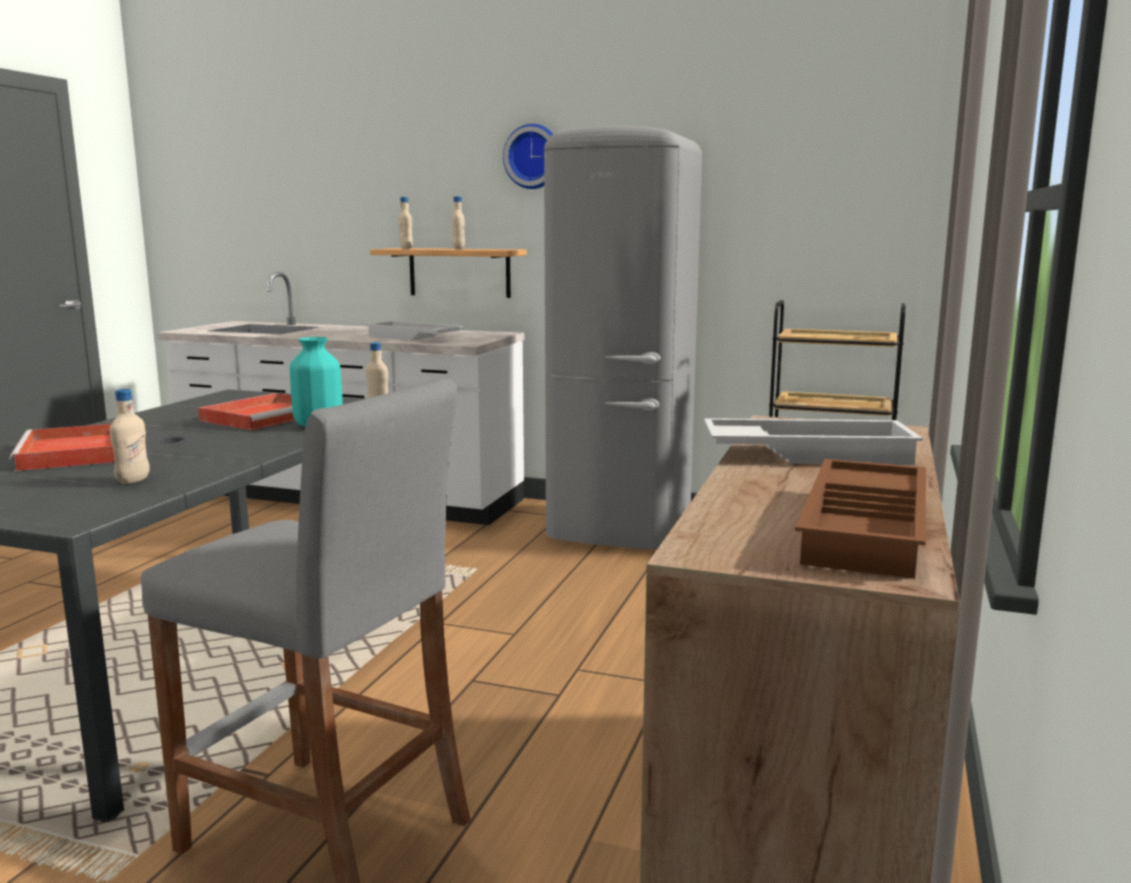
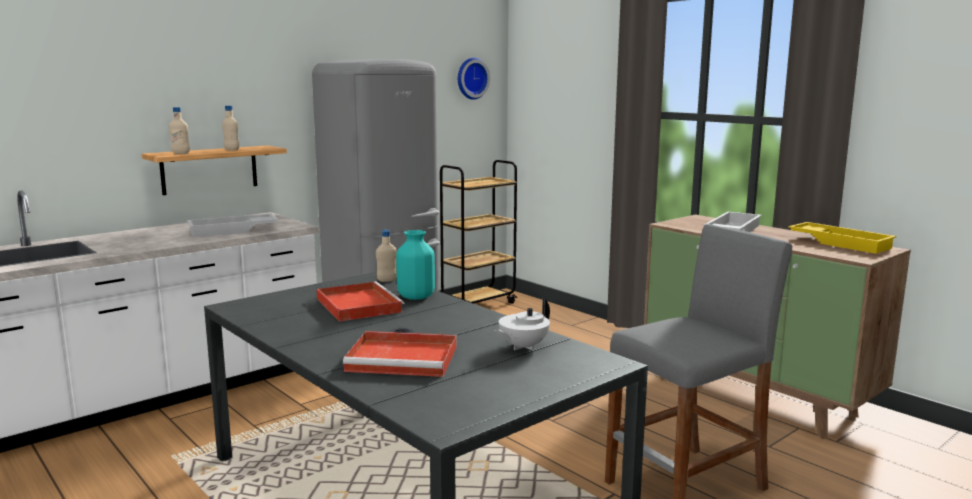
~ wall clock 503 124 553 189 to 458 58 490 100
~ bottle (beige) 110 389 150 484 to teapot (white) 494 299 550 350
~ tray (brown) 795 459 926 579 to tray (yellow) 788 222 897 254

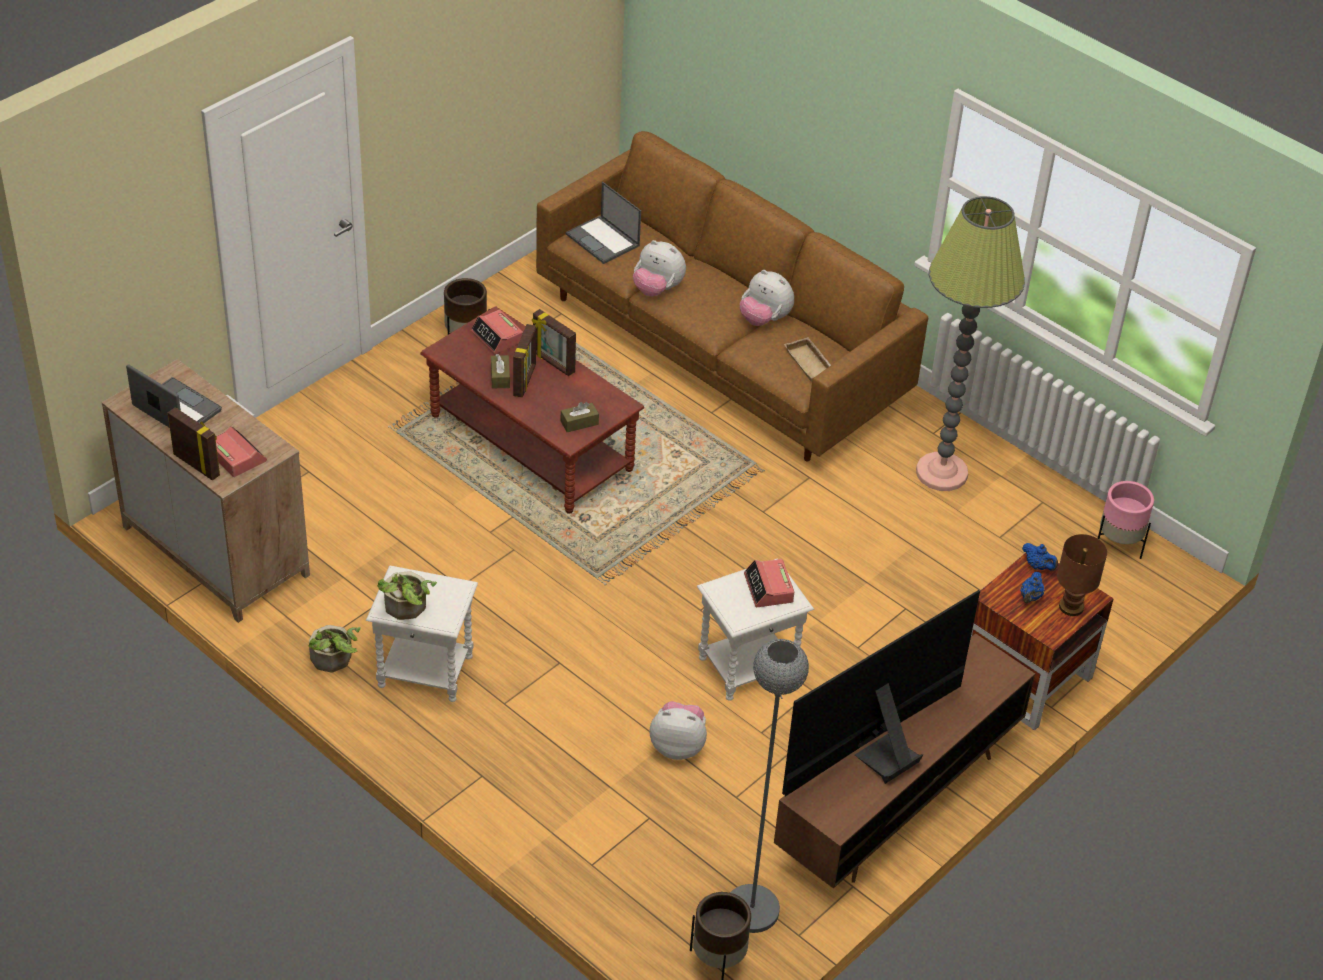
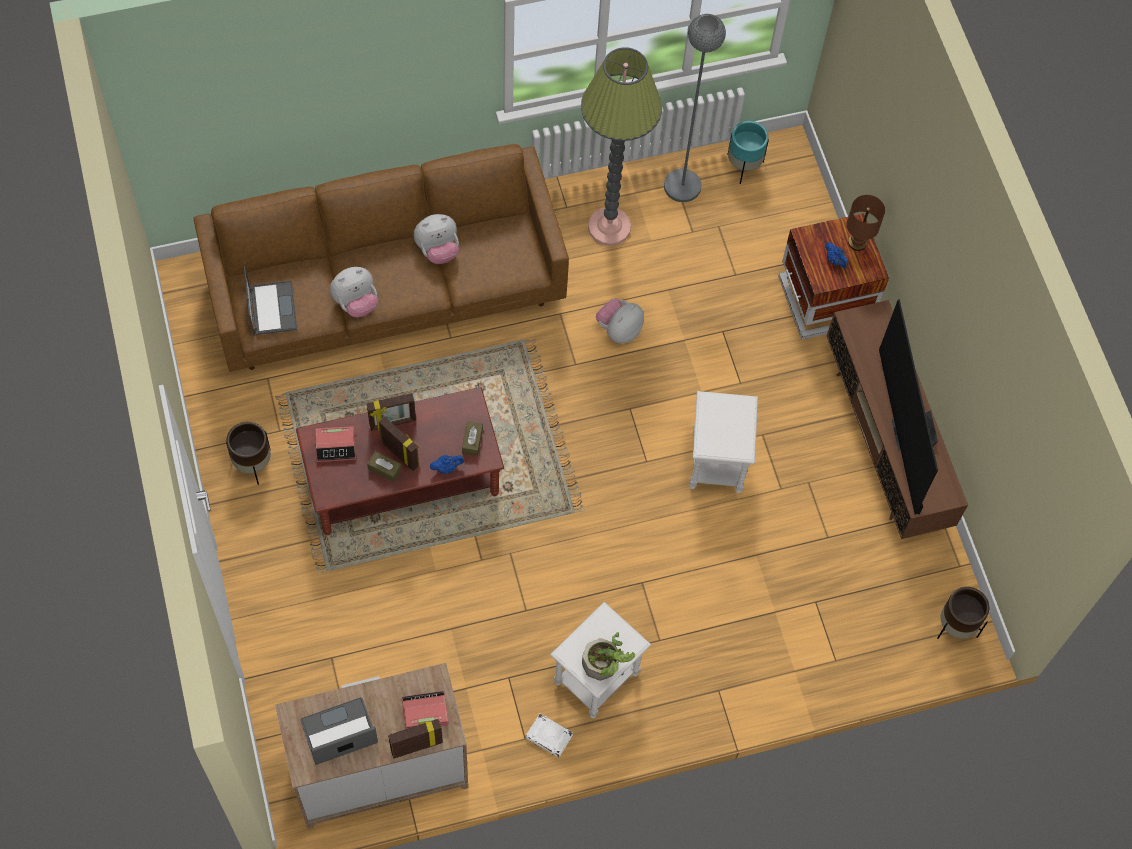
- alarm clock 744 559 794 607
- tray (beige) 784 337 831 382
~ plush toy 650 701 707 760 to 596 298 644 344
~ floor lamp (grey) 730 639 809 933 to 664 14 726 202
~ teapot (blue) 1022 543 1058 571 to 430 455 464 474
~ potted plant 309 625 361 673 to book (white) 525 714 573 758
~ planter (pink) 1098 481 1154 559 to planter (turquoise) 727 121 769 184
~ laptop 566 182 641 264 = 244 266 297 335 90 degrees counterclockwise

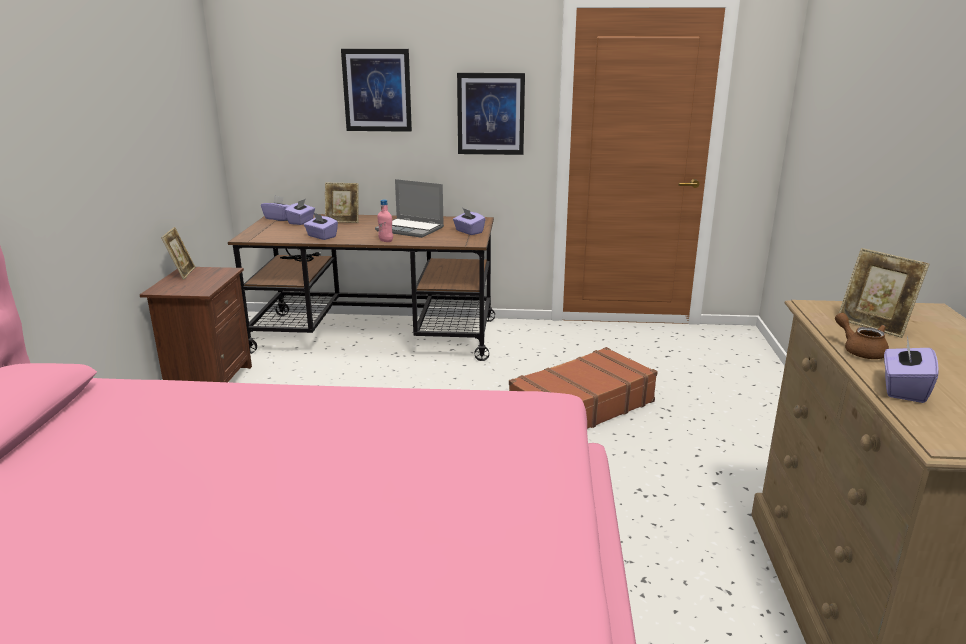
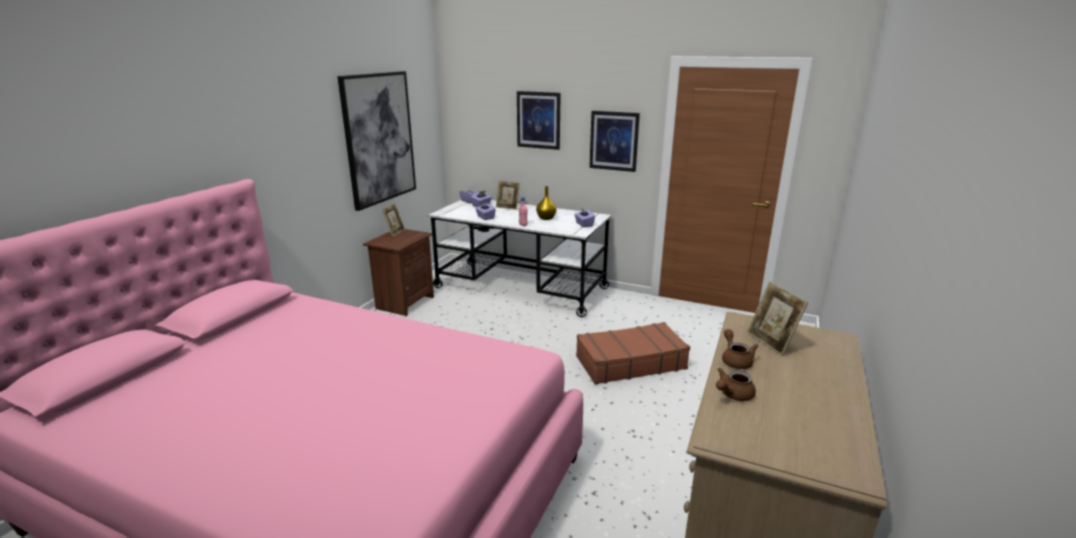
+ picture 337 71 416 211
~ laptop 375 179 444 238 to vase (yellow) 536 186 557 220
~ tissue box (purple) 884 335 939 403 to teapot (brown) 716 368 756 401
~ desk (brown) 228 214 495 361 to desk (white) 428 200 612 317

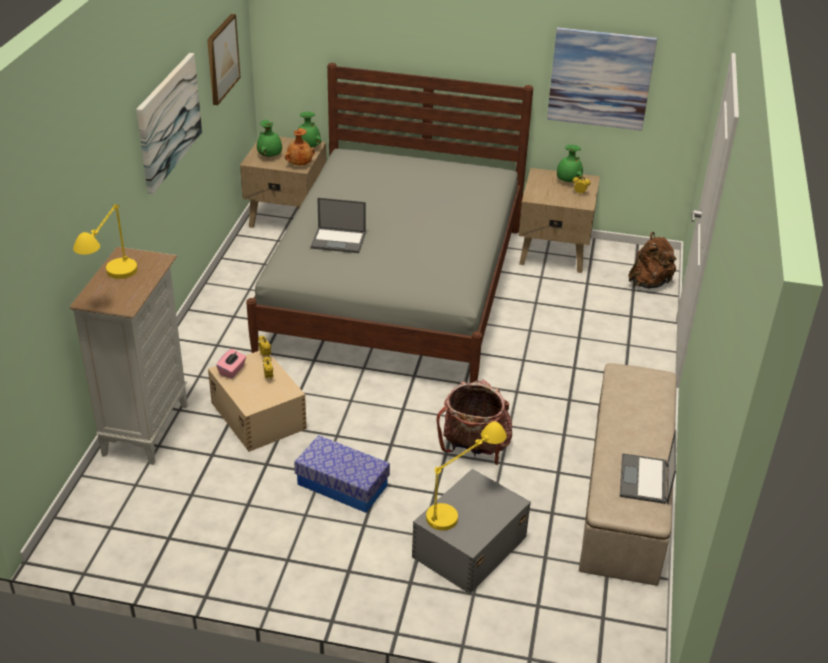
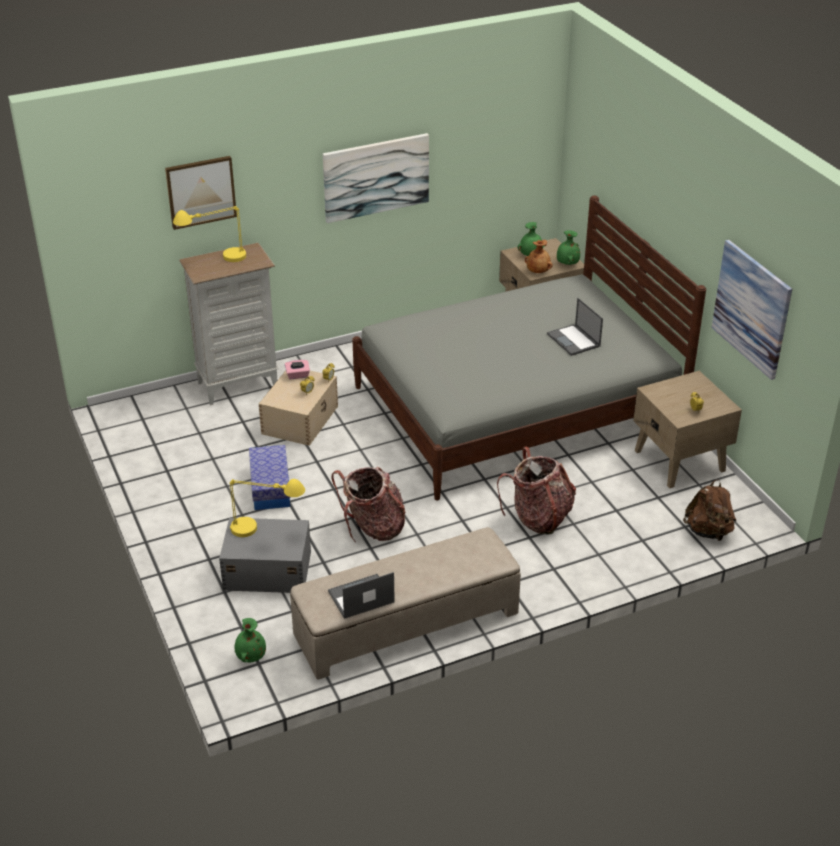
+ backpack 497 446 576 535
~ picture 207 14 241 105 to 165 156 237 230
~ laptop 311 198 366 253 to 547 298 603 356
~ vase (green) 557 145 583 182 to 234 618 266 662

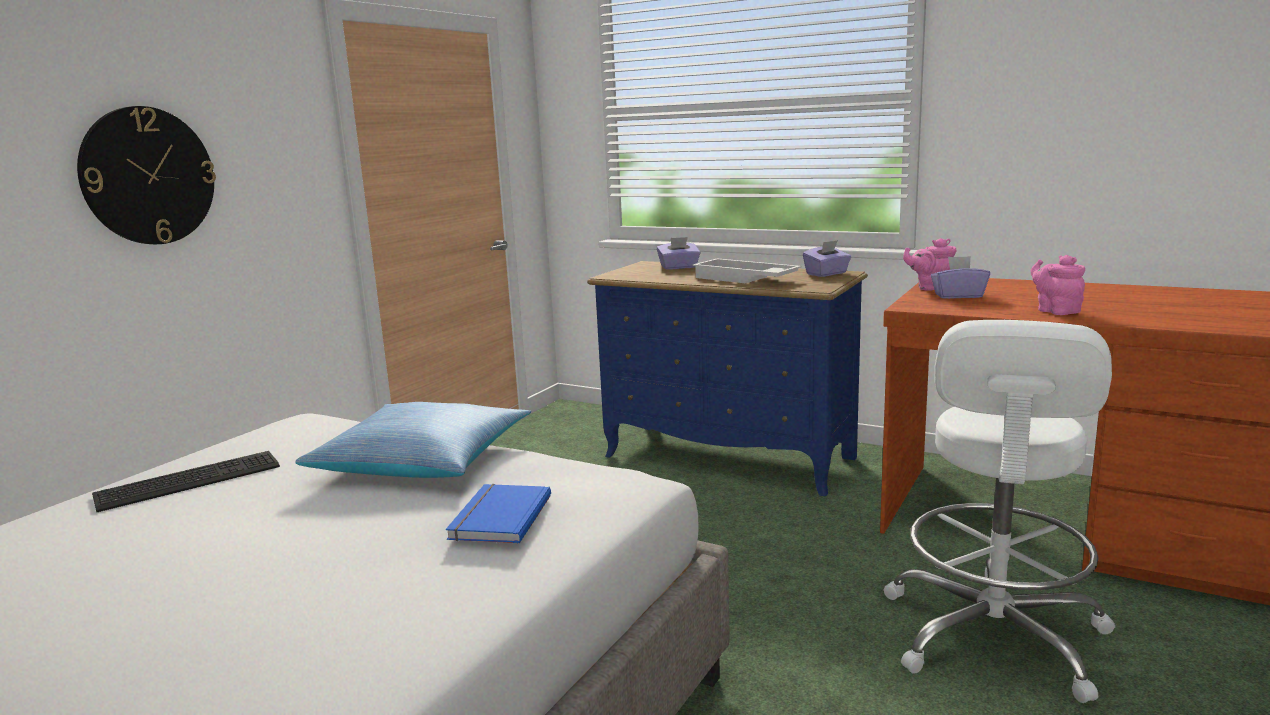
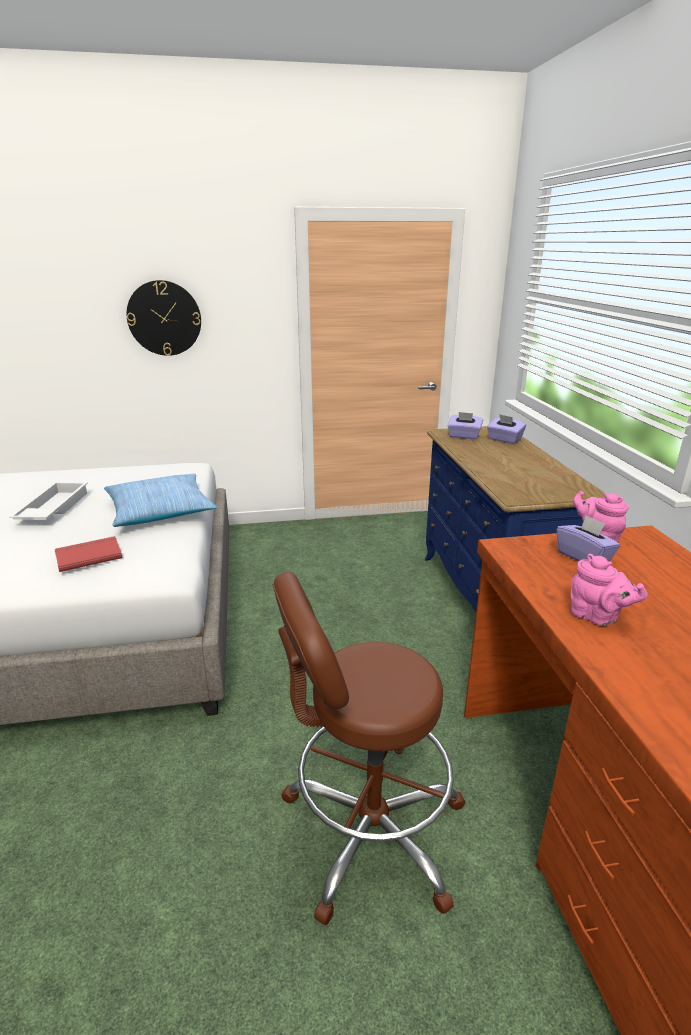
- keyboard 92 451 280 512
~ tray (white) 692 258 801 283 to 9 482 88 520
~ tissue box (purple) 803 240 851 277 to 448 412 483 439
~ book (blue) 446 484 551 544 to book (red) 55 536 122 572
~ stool (white) 884 320 1115 703 to stool (brown) 272 572 465 925
~ teapot (pink) 1031 255 1085 315 = 570 554 648 626 105 degrees clockwise

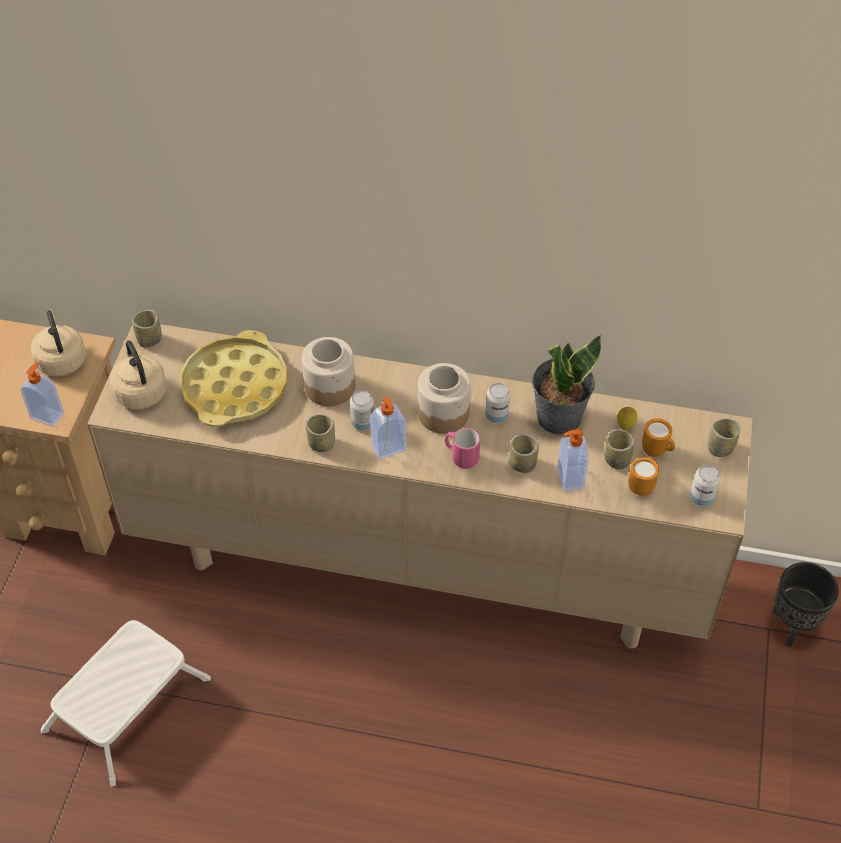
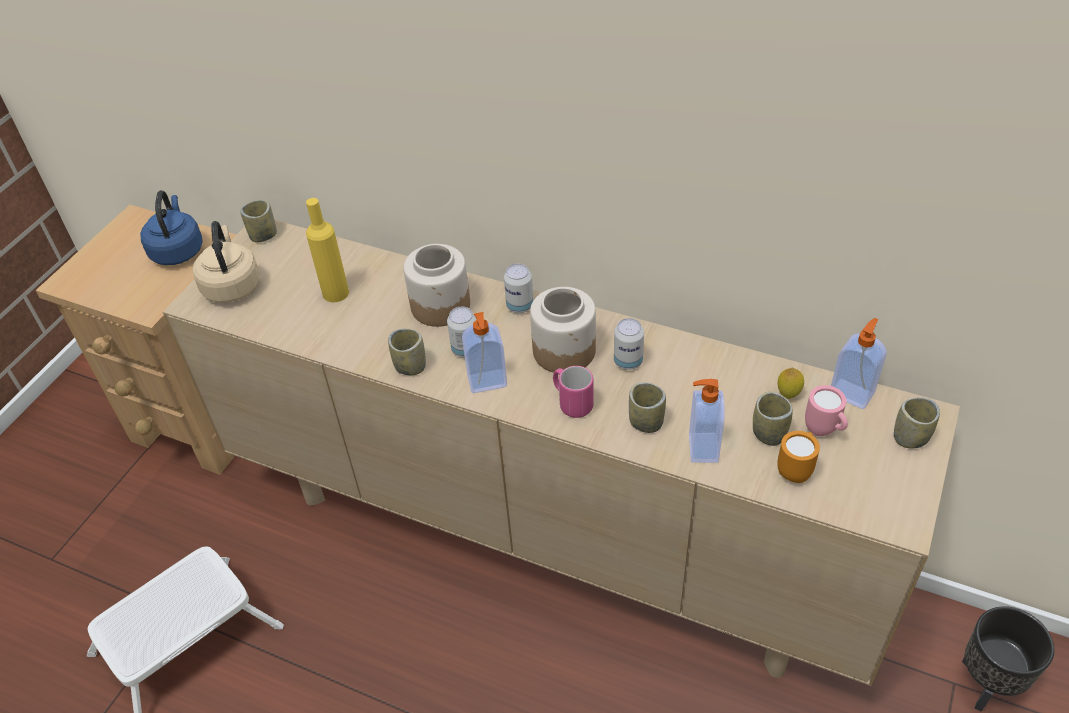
- potted plant 532 335 601 435
~ soap dispenser 20 362 64 427 to 831 318 887 409
~ can 690 465 720 506 to 504 264 533 313
~ tray (yellow) 180 330 287 427 to bottle (yellow) 306 198 349 302
~ kettle (beige) 31 309 86 377 to kettle (blue) 140 190 203 265
~ mug (orange) 642 418 675 457 to mug (pink) 805 385 848 436

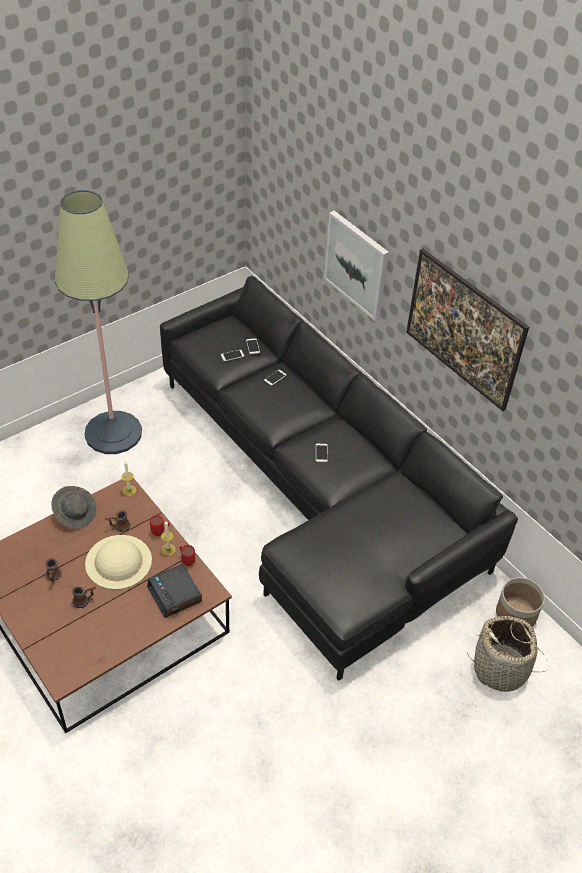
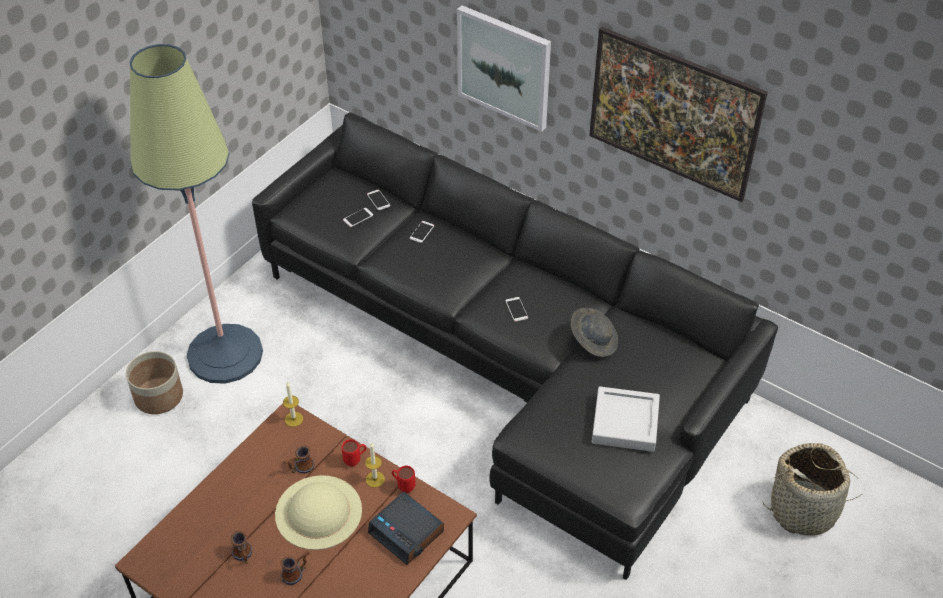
+ tray (grey) 592 386 660 452
~ hat (grey) 51 486 96 529 to 570 308 618 357
~ planter 496 577 545 627 to 126 351 183 414

